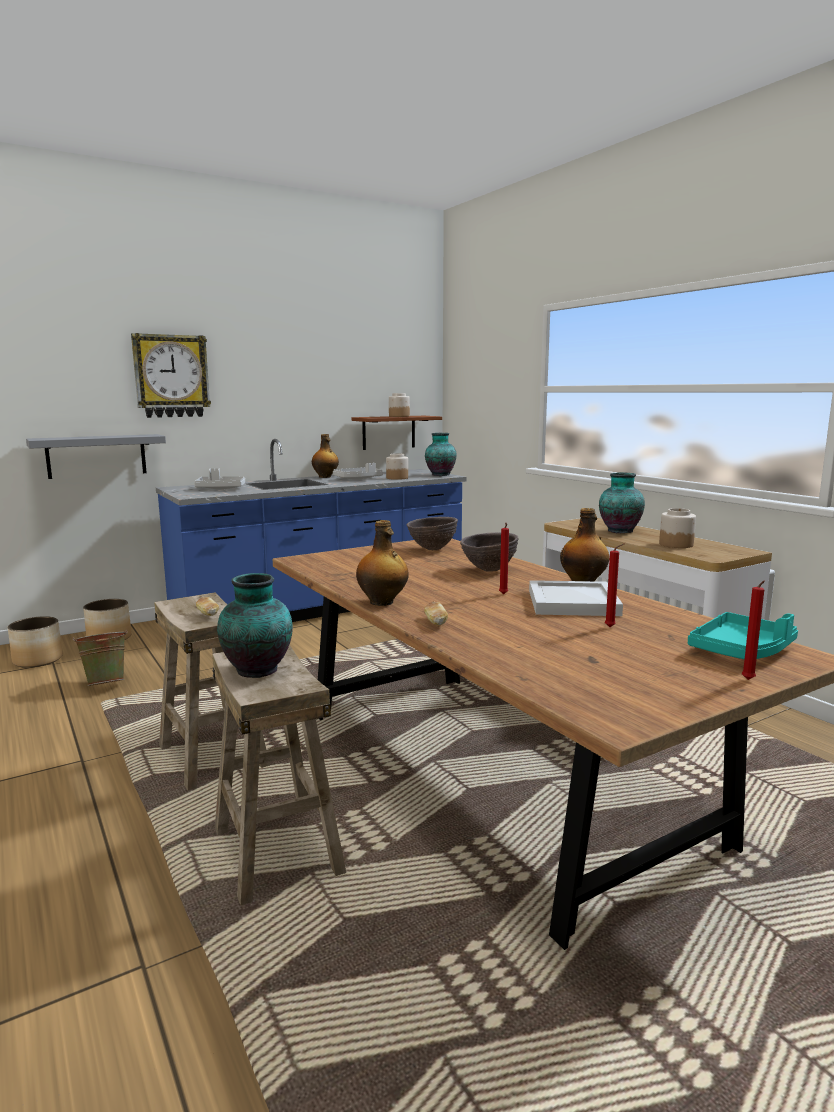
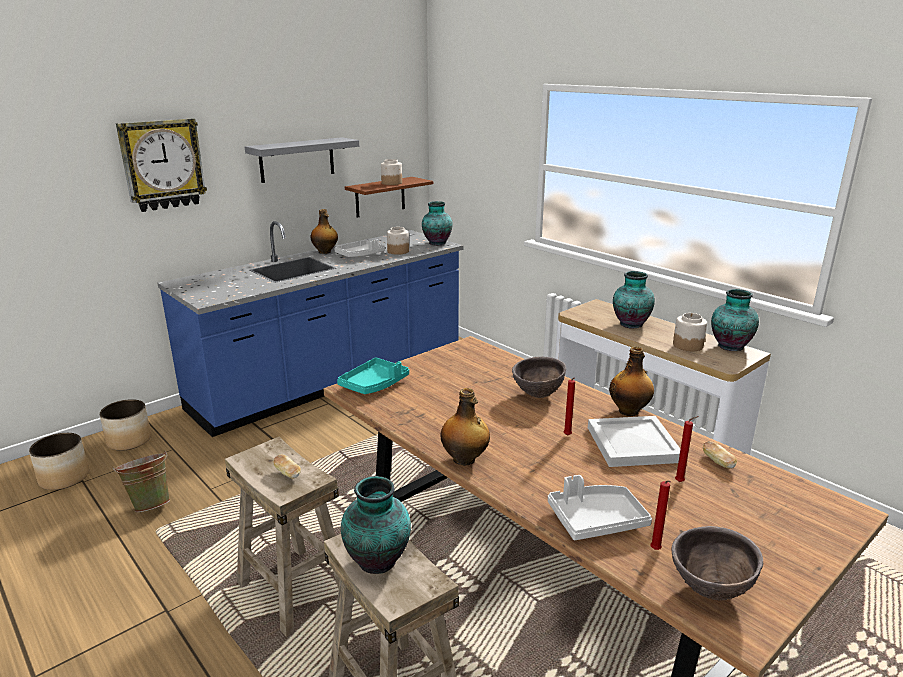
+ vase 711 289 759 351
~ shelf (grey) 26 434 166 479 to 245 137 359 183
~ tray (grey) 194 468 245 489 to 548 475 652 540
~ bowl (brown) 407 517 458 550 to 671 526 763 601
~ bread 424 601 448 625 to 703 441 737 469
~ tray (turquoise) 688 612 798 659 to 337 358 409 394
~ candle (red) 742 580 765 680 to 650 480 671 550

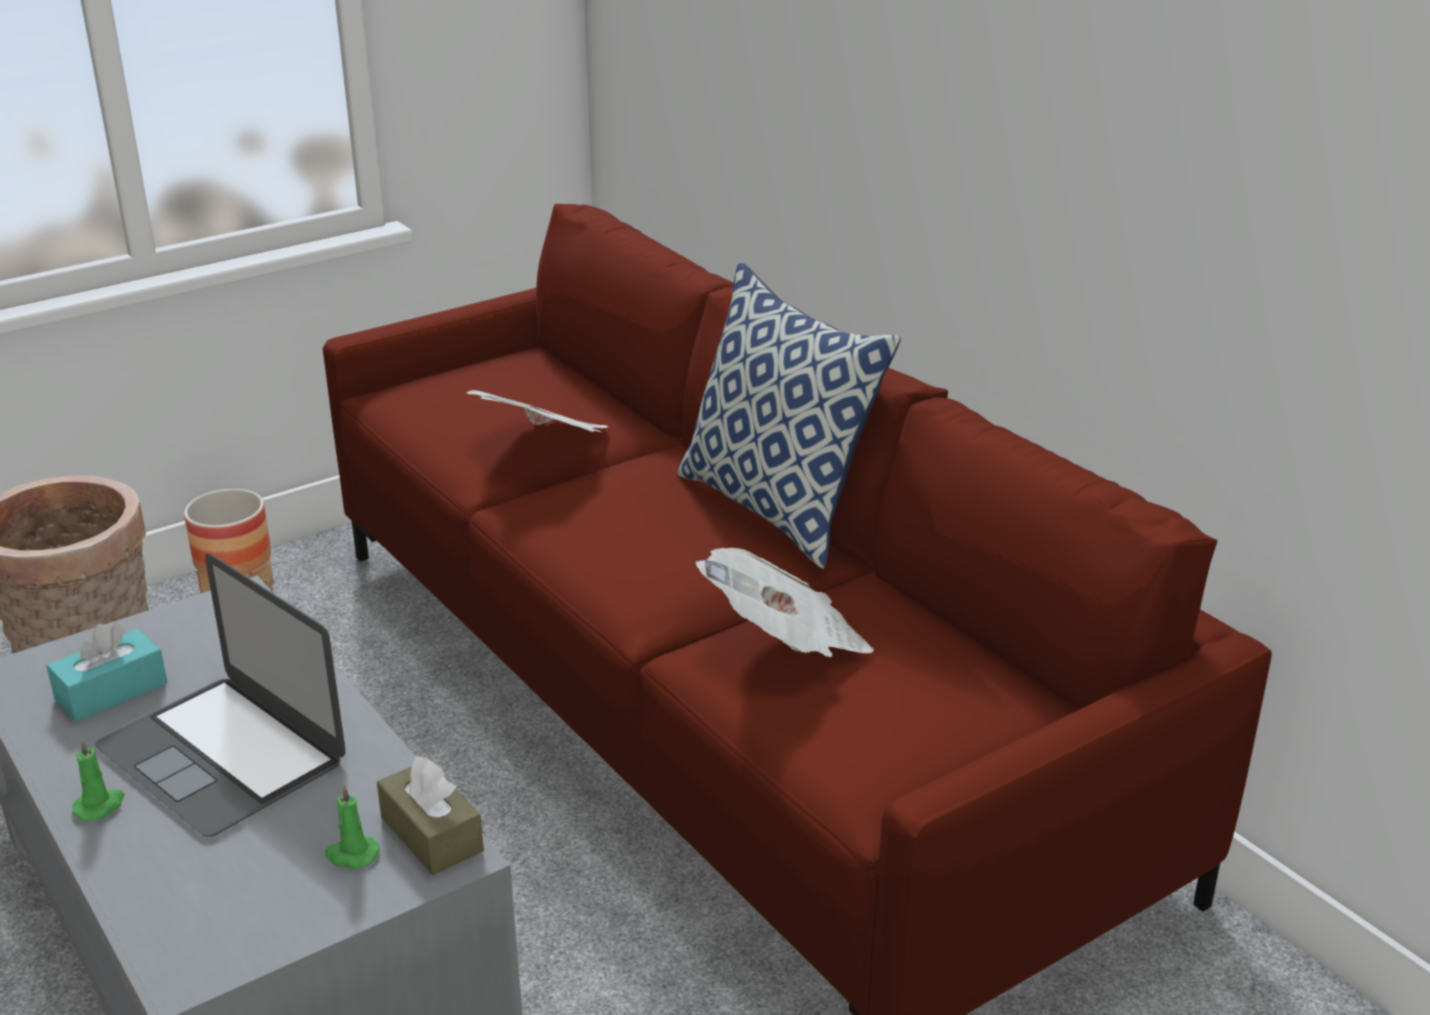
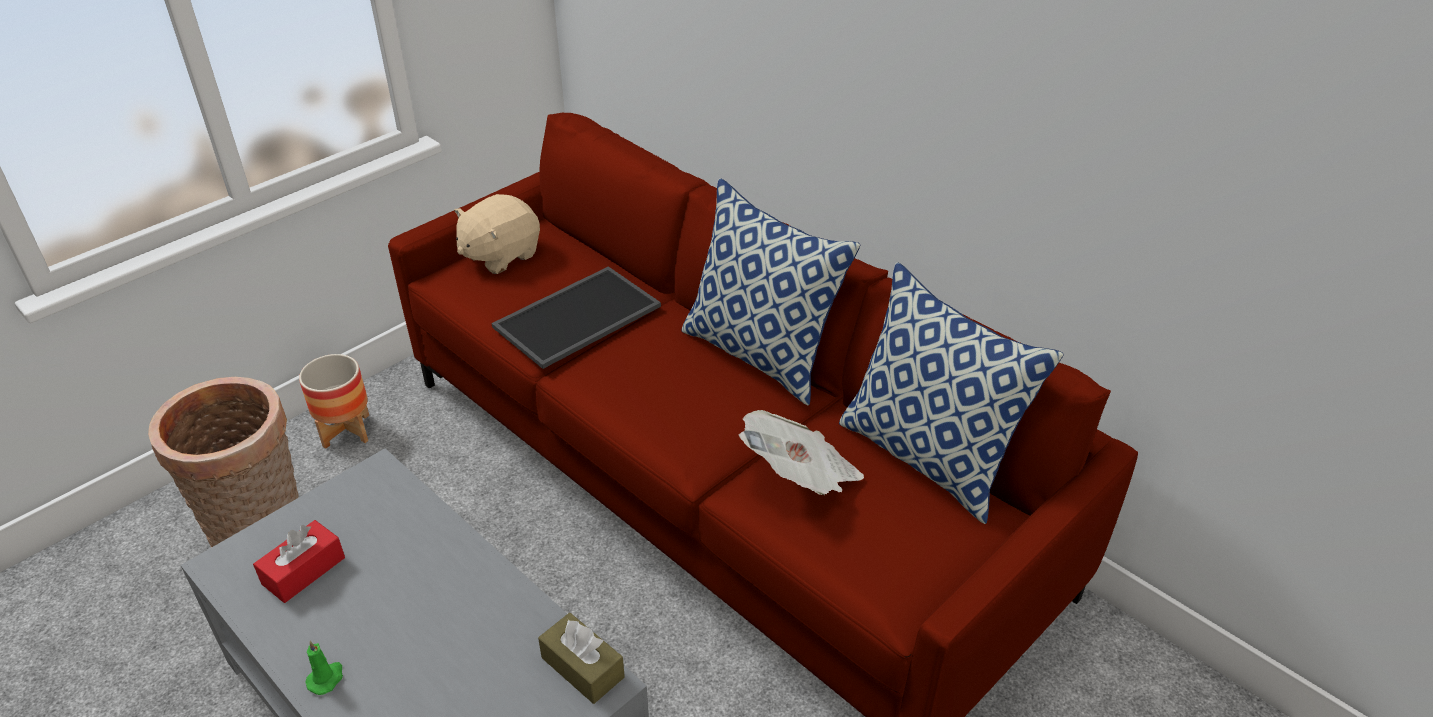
- laptop 95 554 346 837
- candle (green) 325 785 380 869
+ plush toy (beige) 454 194 540 274
+ pillow 839 262 1064 524
~ newspaper 467 390 608 432 to tray 492 266 661 369
~ tissue box (turquoise) 46 622 168 722 to tissue box (red) 253 520 345 603

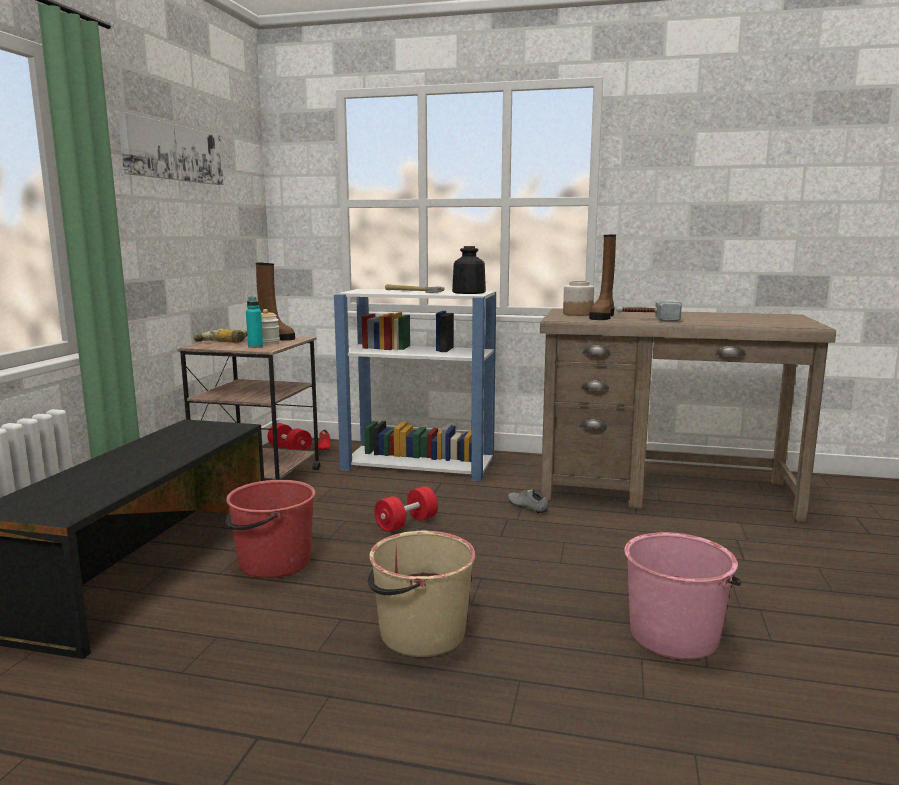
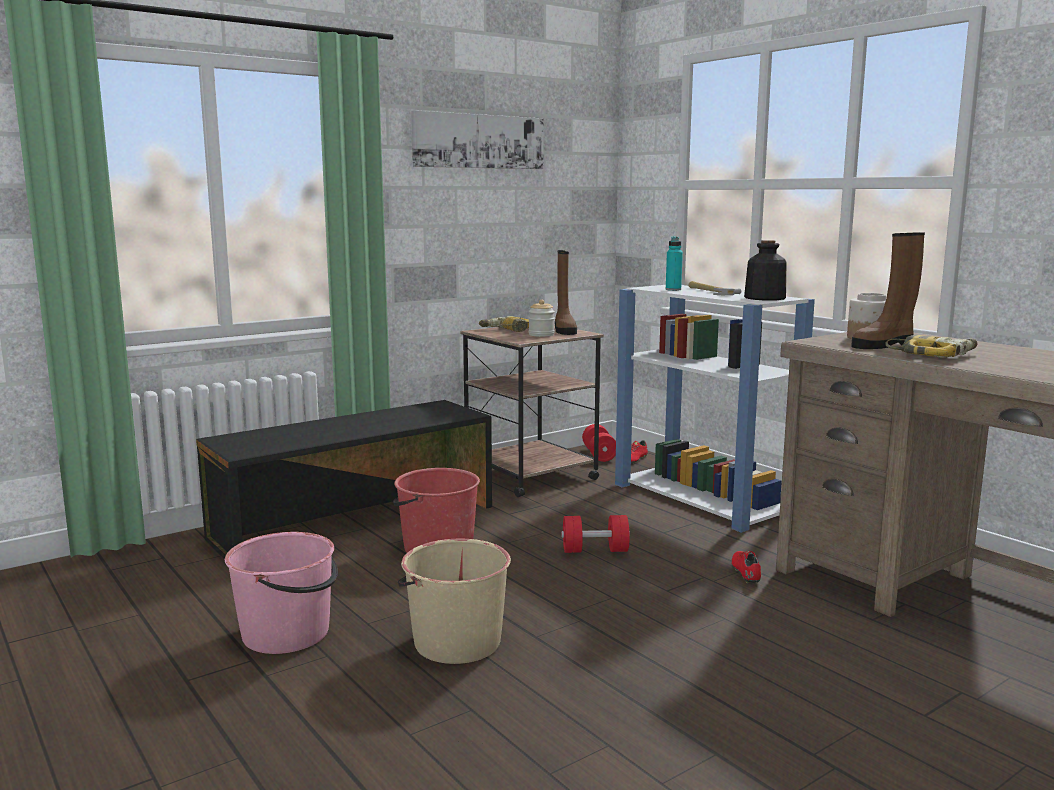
~ bottle (turquoise) 246 296 263 348 to 666 236 683 291
~ bucket (pink) 624 532 741 660 to 225 532 338 654
~ hammer 617 300 682 322 to power drill 885 335 977 358
~ shoe (grey) 508 489 548 514 to shoe (red) 732 551 761 583

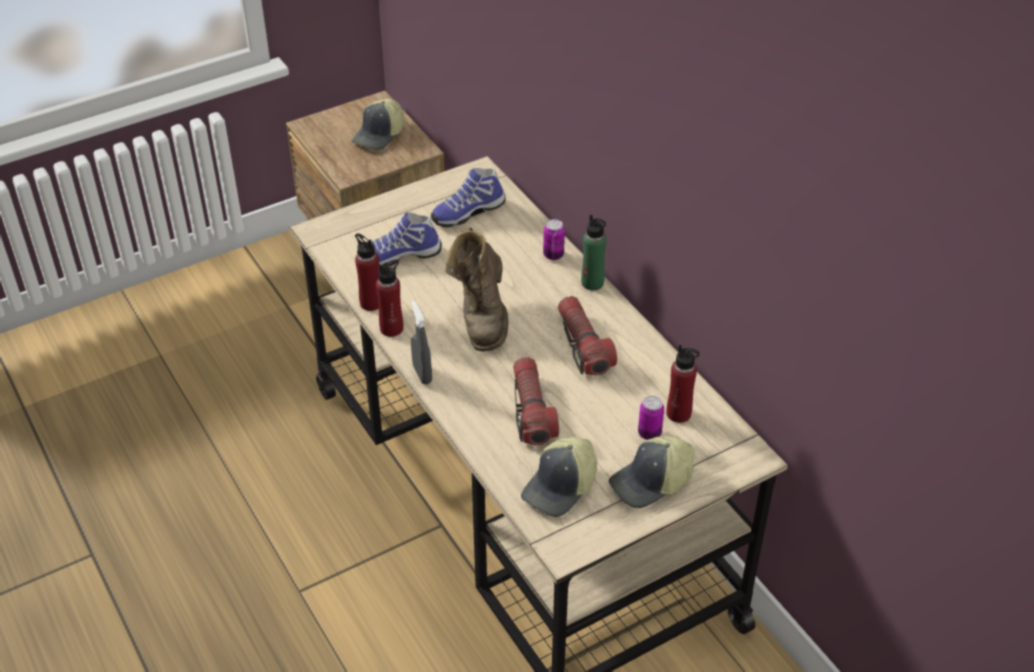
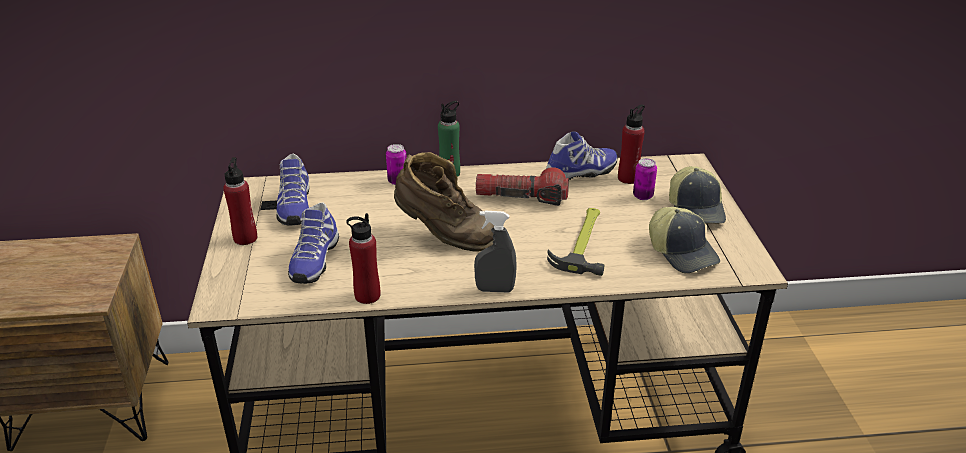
- cap 351 99 404 150
+ shoe 546 131 618 180
~ bottle (red) 376 260 403 337 to 223 157 257 245
~ flashlight 513 357 559 445 to hammer 547 208 604 276

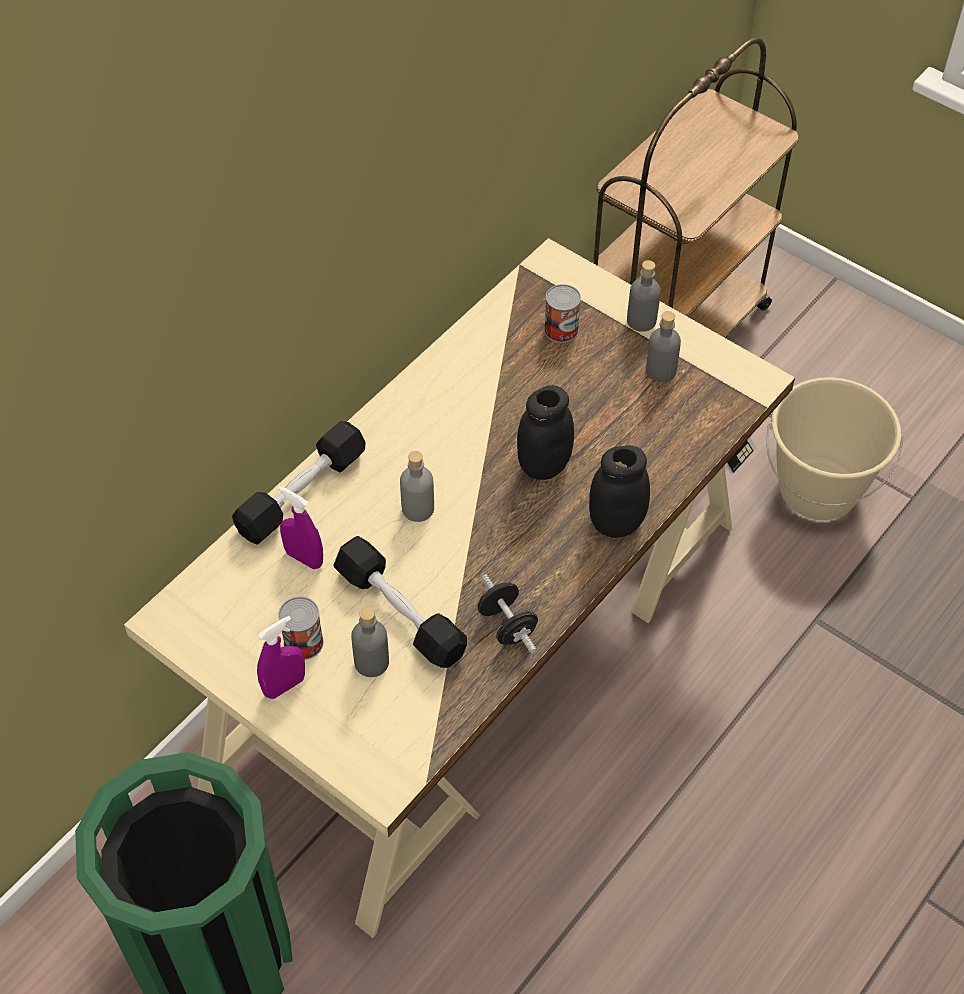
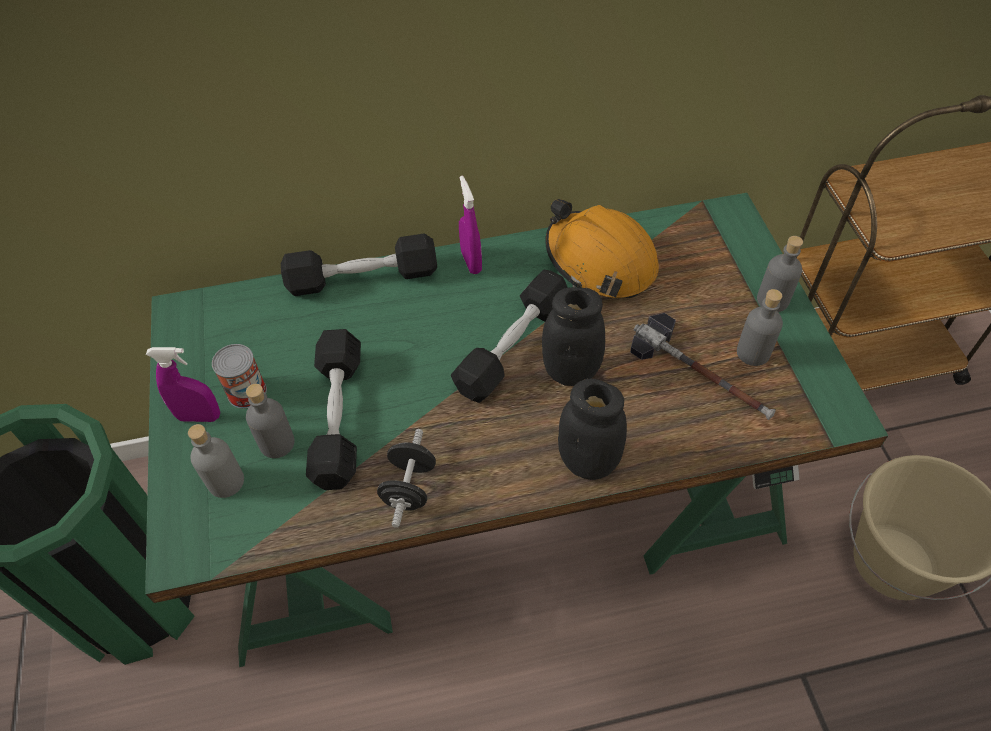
- can 544 284 581 343
+ dumbbell (black) 451 270 568 403
+ hard hat (orange) 545 199 659 299
+ hammer 630 313 776 420
~ spray bottle (purple) 278 486 323 569 to 459 176 482 274
~ bottle (grey) 400 451 434 522 to 188 424 244 498
~ desk (beige) 124 238 795 938 to desk (green) 145 193 888 667

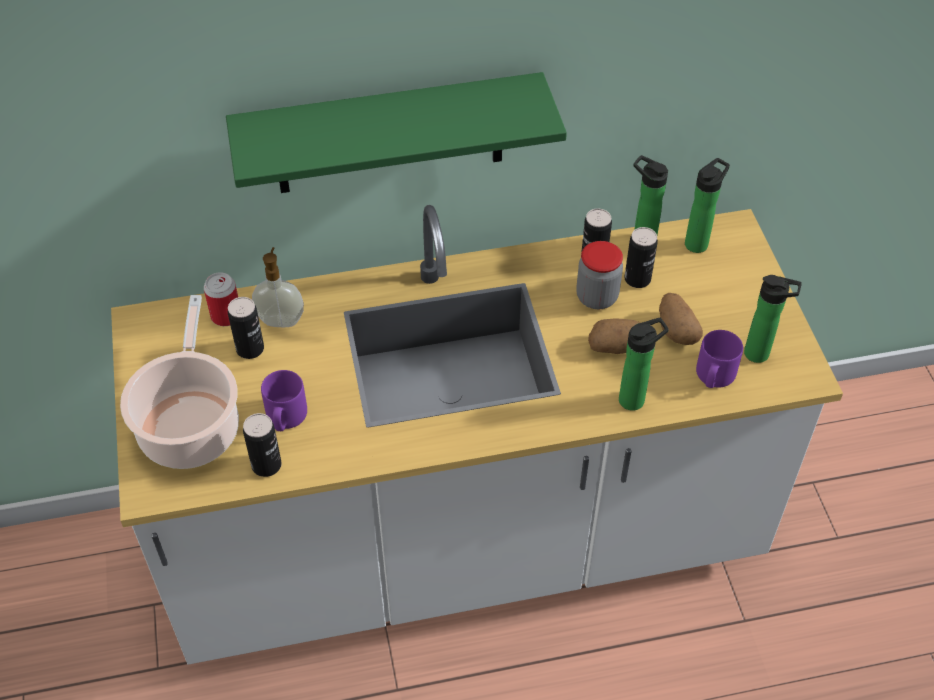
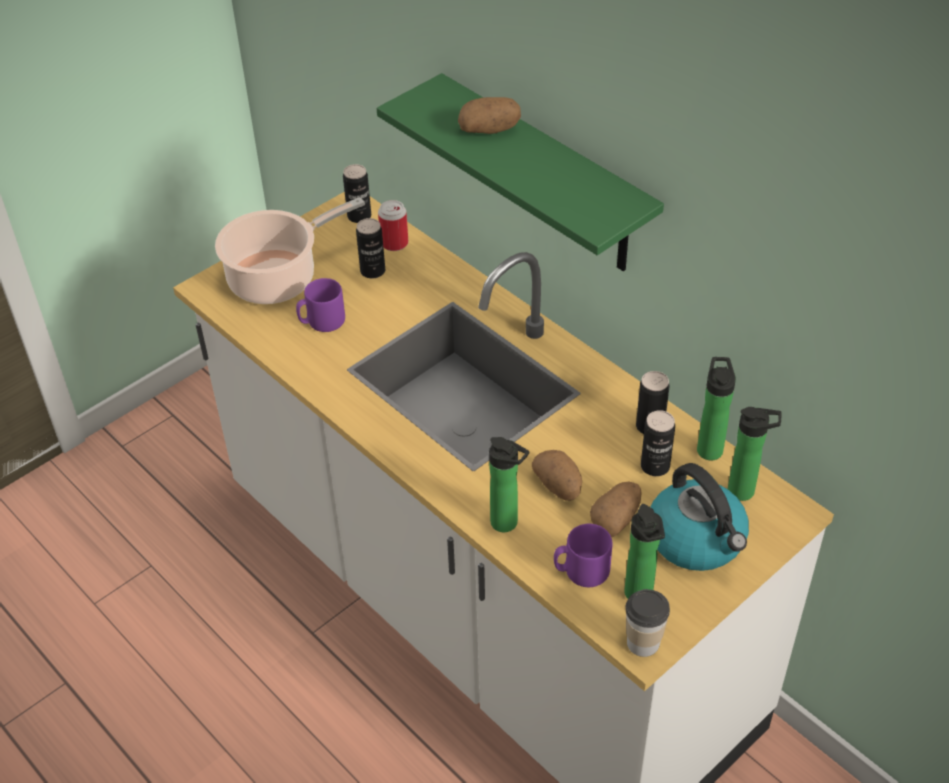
- soap dispenser 252 247 304 327
- jar 576 241 623 309
+ potato 458 97 521 134
+ cup 625 589 670 657
+ kettle 651 463 749 571
~ can 243 413 282 477 to 343 164 371 223

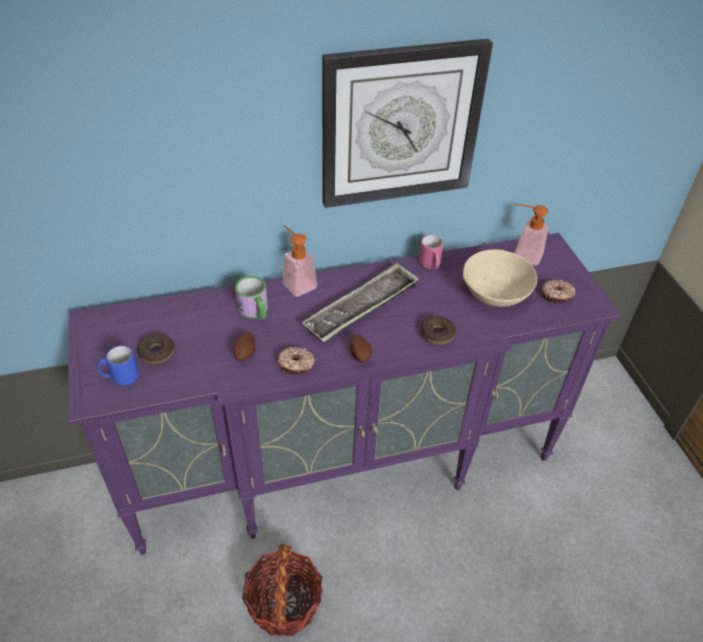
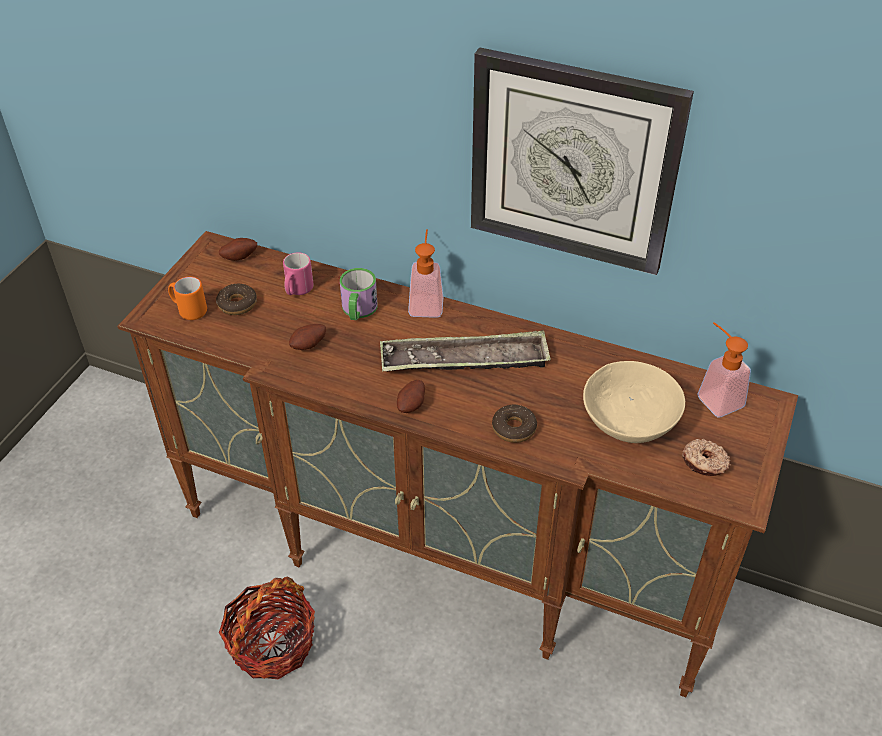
- donut 277 347 315 374
+ potato 219 238 257 261
~ mug (pink) 419 235 443 270 to 283 252 313 295
~ cabinet (purple) 68 233 622 555 to cabinet (brown) 117 231 798 697
~ mug (blue) 98 346 139 386 to mug (orange) 168 277 207 320

